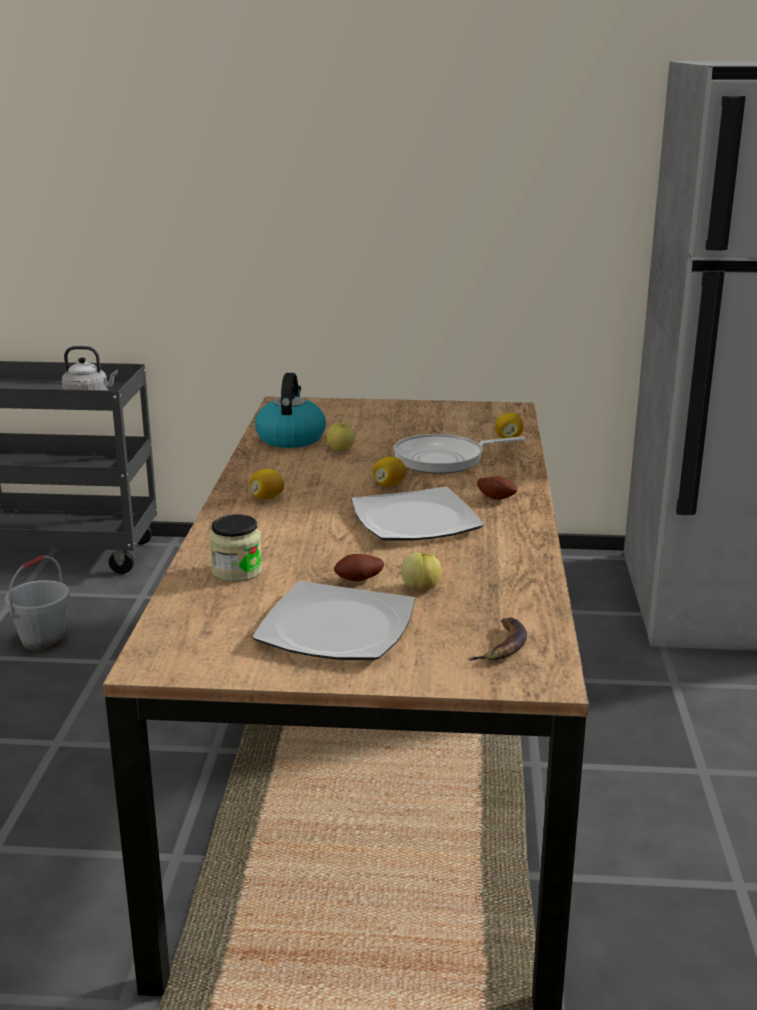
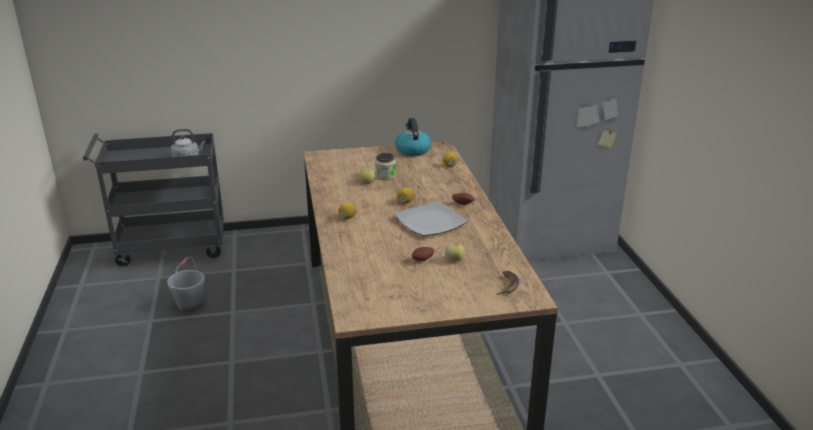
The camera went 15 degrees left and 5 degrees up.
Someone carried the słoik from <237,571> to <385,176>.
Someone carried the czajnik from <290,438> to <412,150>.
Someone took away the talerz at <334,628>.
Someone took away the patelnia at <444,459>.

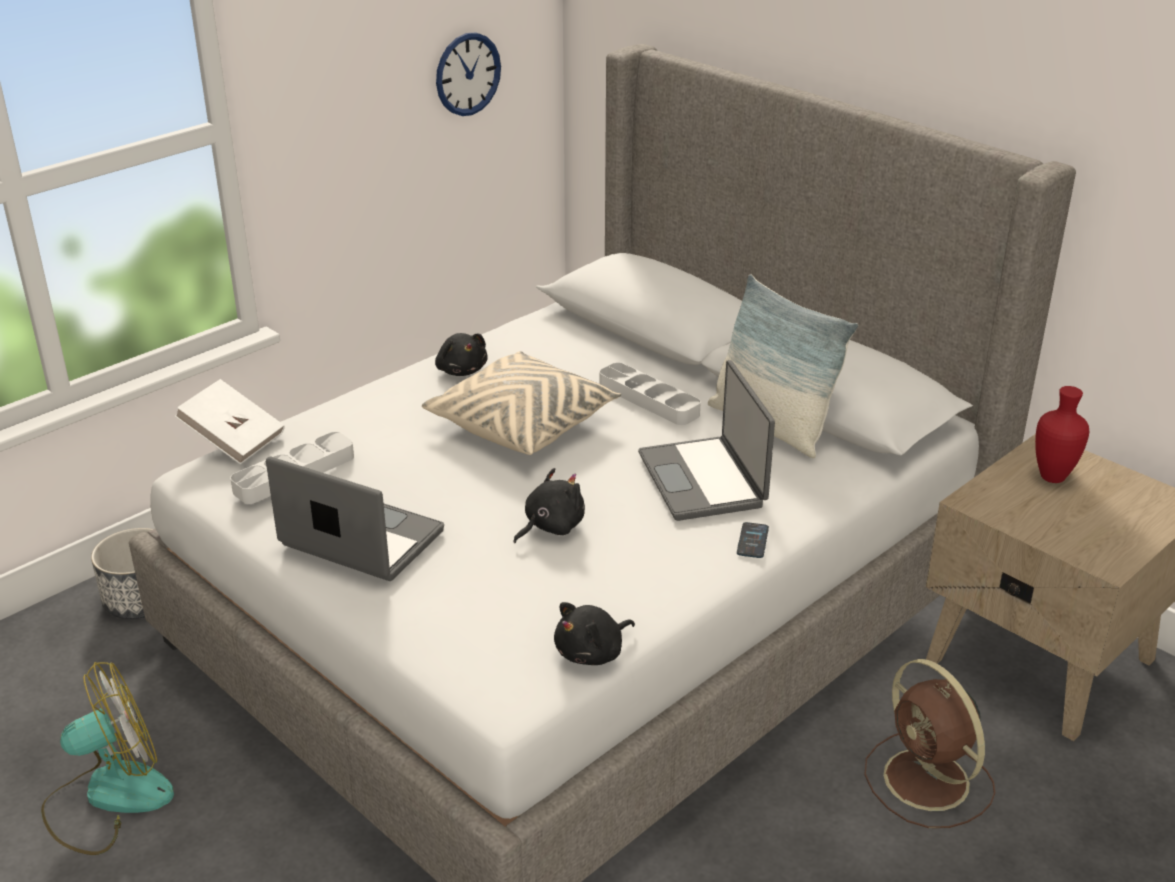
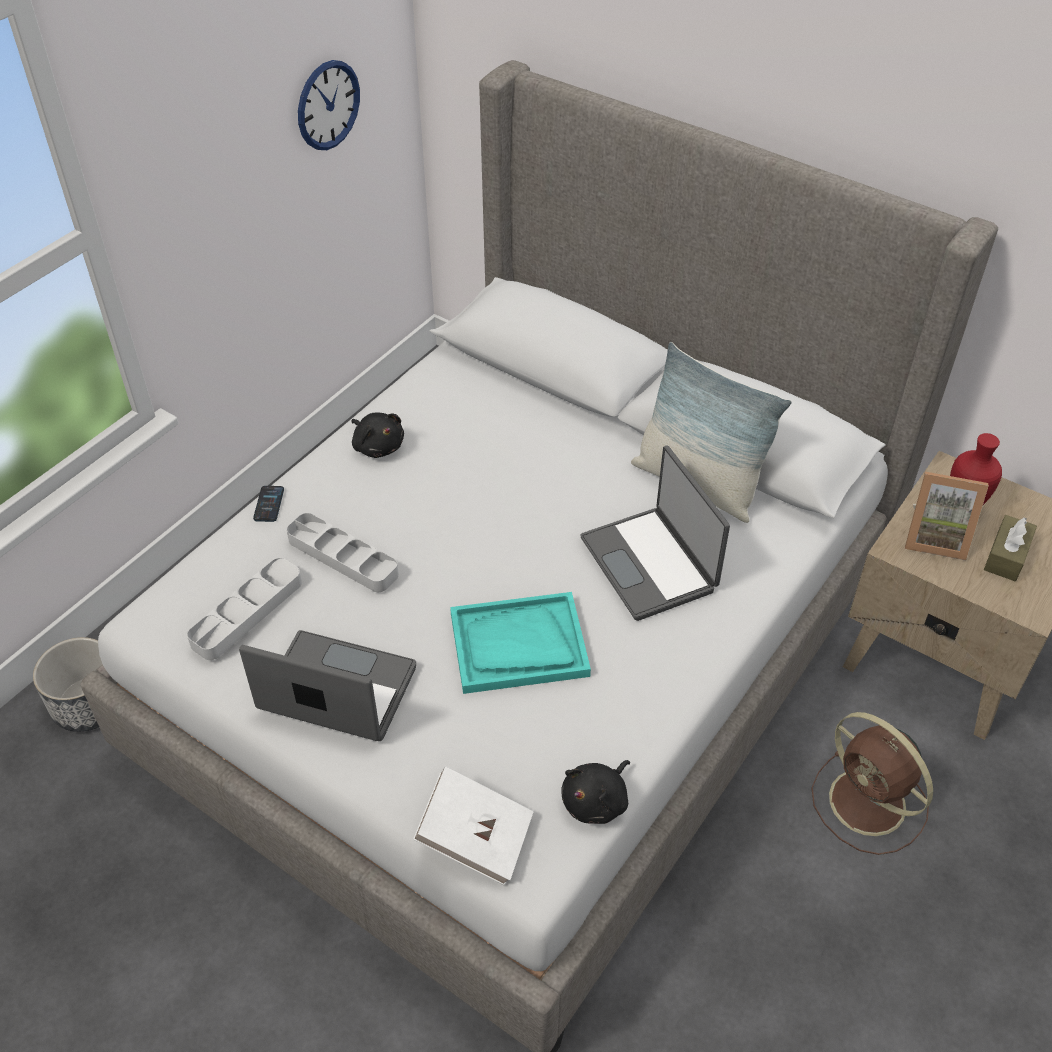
The camera went 10 degrees left and 15 degrees up.
Someone carried the telefon from <752,541> to <269,504>.
Someone carried the taca (szary) from <648,399> to <343,557>.
Someone carried the książka (biały) from <234,440> to <475,838>.
Someone swapped the pluszak (czarny) at <551,527> for the taca (turkusowy) at <518,645>.
Someone put down the ramka na zdjęcie at <935,538>.
Someone put down the pudełko chusteczek (brązowy) at <1006,556>.
Someone took away the wentylator at <108,797>.
Someone took away the poduszka (beżowy) at <523,423>.

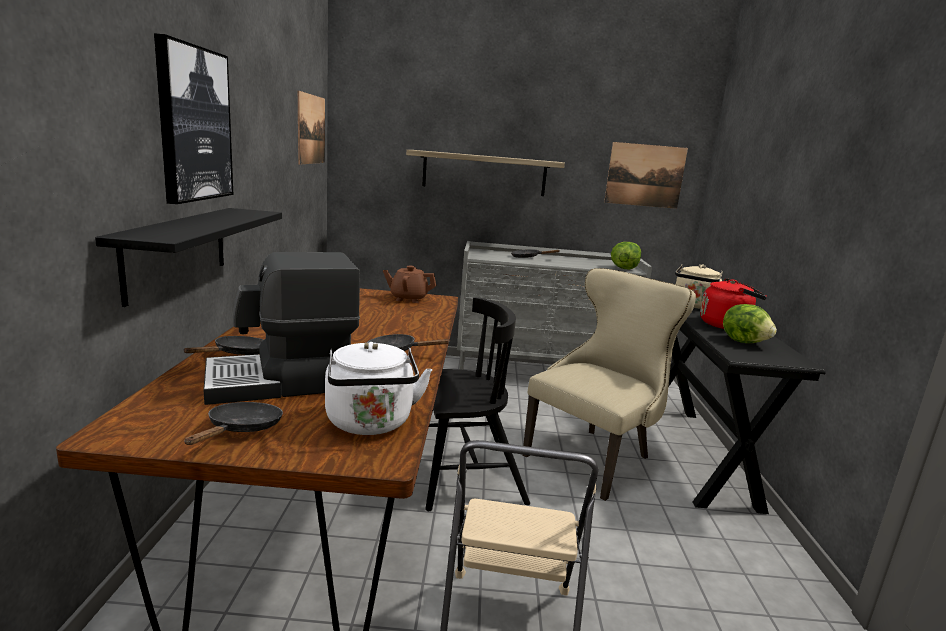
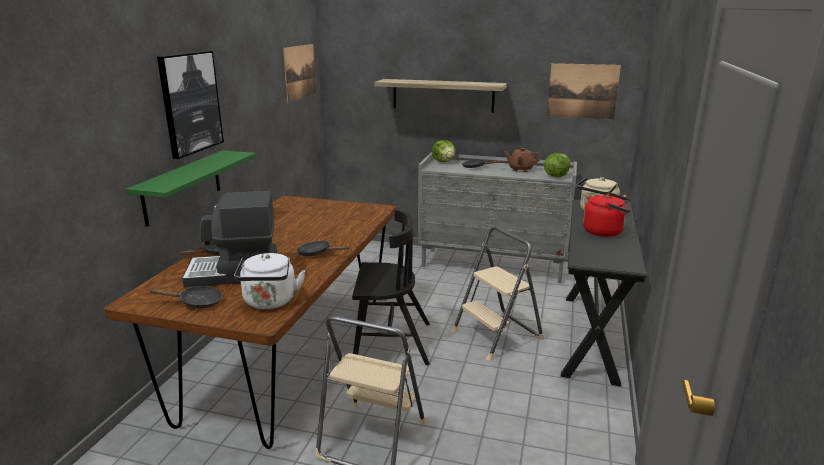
The camera went 15 degrees right and 5 degrees up.
Someone repainted the półka (czarny) at <177,251>, which became the półka (zielony) at <182,187>.
Someone rotated the patelnia (czarny) at <241,429> by 60 degrees clockwise.
Someone carried the sałata from <744,342> to <444,161>.
Someone swapped the krzesło (beżowy) at <594,457> for the drabinka (beżowy) at <500,334>.
Someone carried the imbryk (brązowy) from <408,299> to <520,169>.

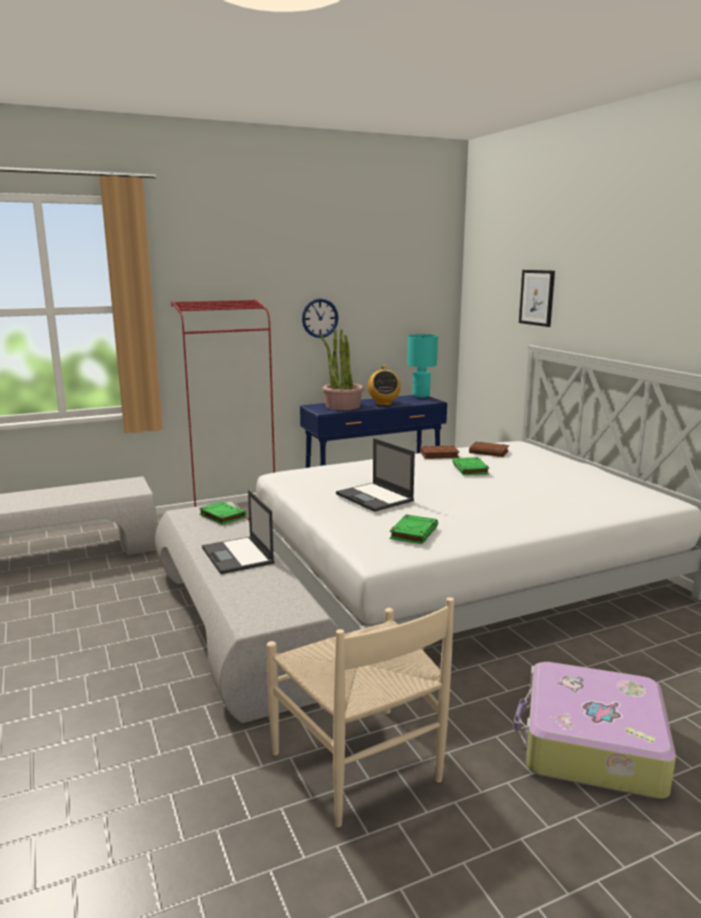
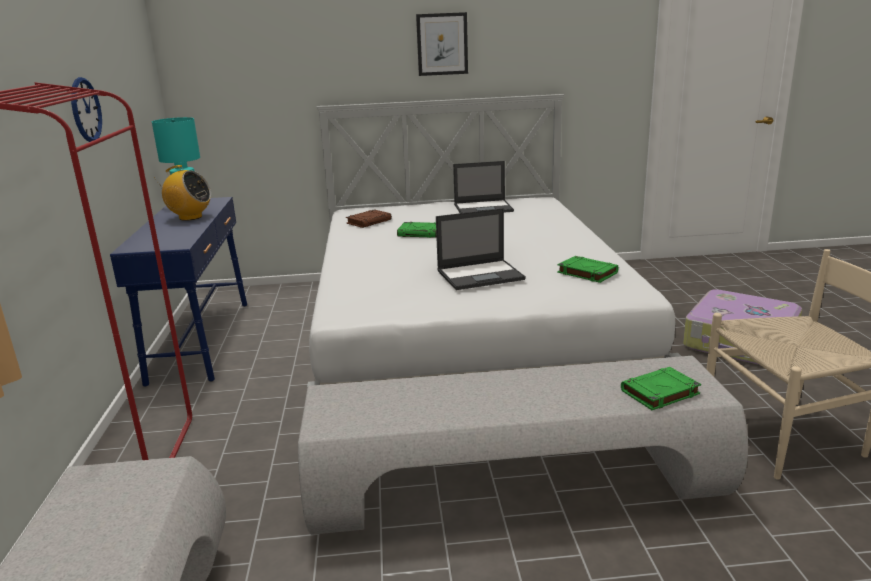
The camera went 70 degrees left and 5 degrees up.
Someone carried the obraz from <537,297> to <442,44>.
Someone carried the laptop from <238,556> to <484,208>.
Someone carried the książka (zielony) from <222,516> to <659,393>.
Someone took away the roślina doniczkowa at <342,406>.
Someone took away the książka (brązowy) at <438,455>.

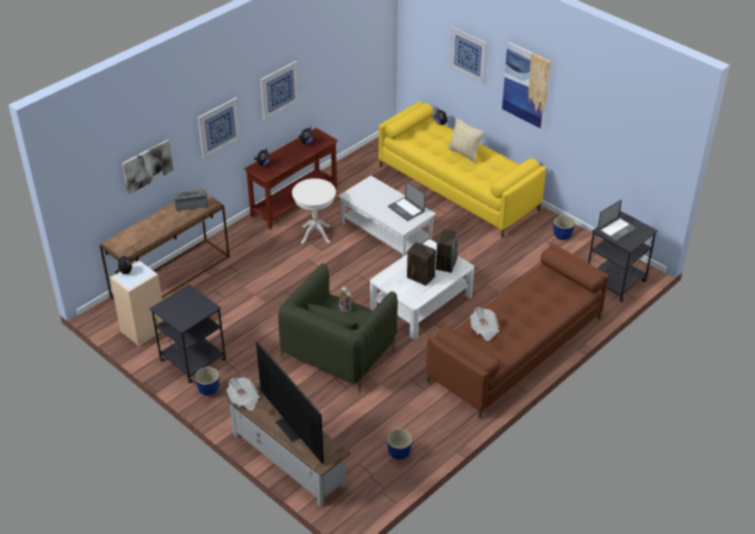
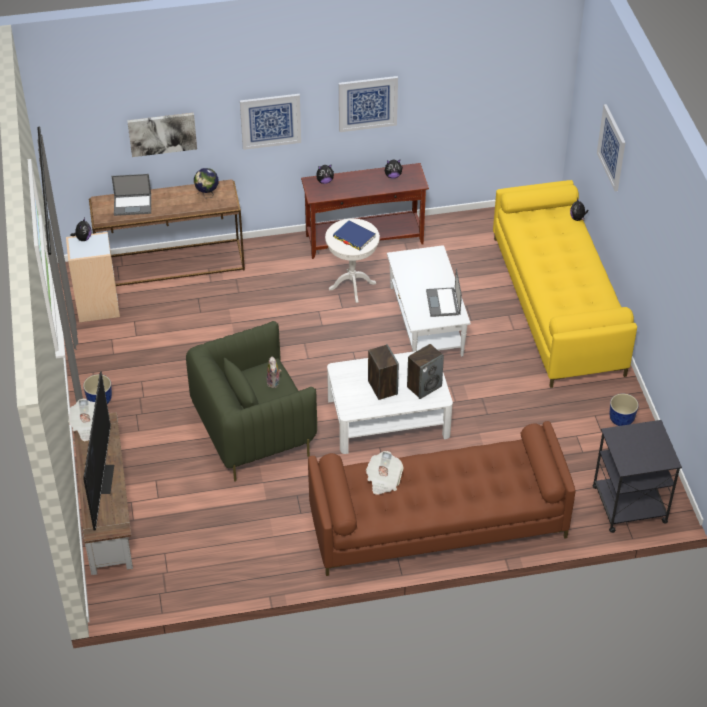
The camera went 35 degrees right and 5 degrees up.
Someone carried the laptop from <617,229> to <133,205>.
Someone swapped the radio at <191,205> for the globus at <207,195>.
Someone put down the książka (niebieski) at <354,237>.
Someone took away the wózek (czarny) at <192,359>.
Someone took away the donica at <398,453>.
Someone took away the poduszka (beżowy) at <464,154>.
Someone took away the obraz at <526,85>.

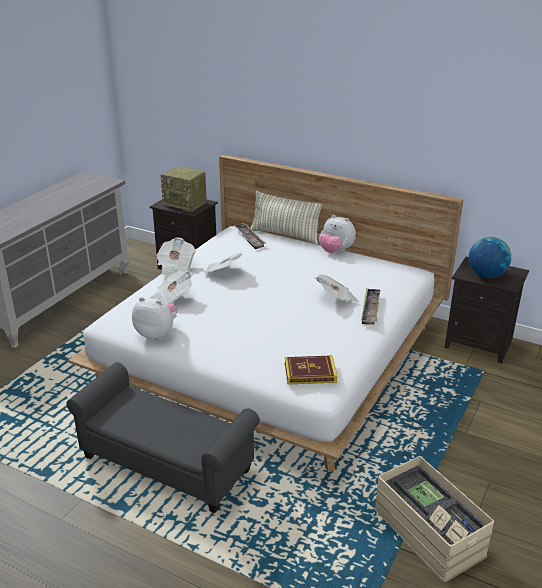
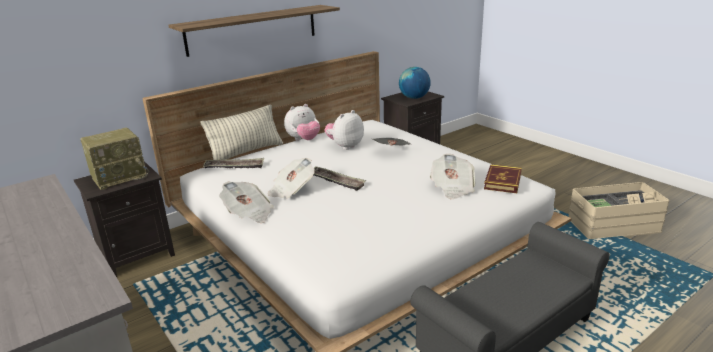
The camera went 65 degrees left and 5 degrees down.
Someone put up the półka at <253,29>.
Someone carried the taca from <370,309> to <336,181>.
Someone carried the pluszak from <157,334> to <345,146>.
Someone carried the gazeta from <171,299> to <452,188>.

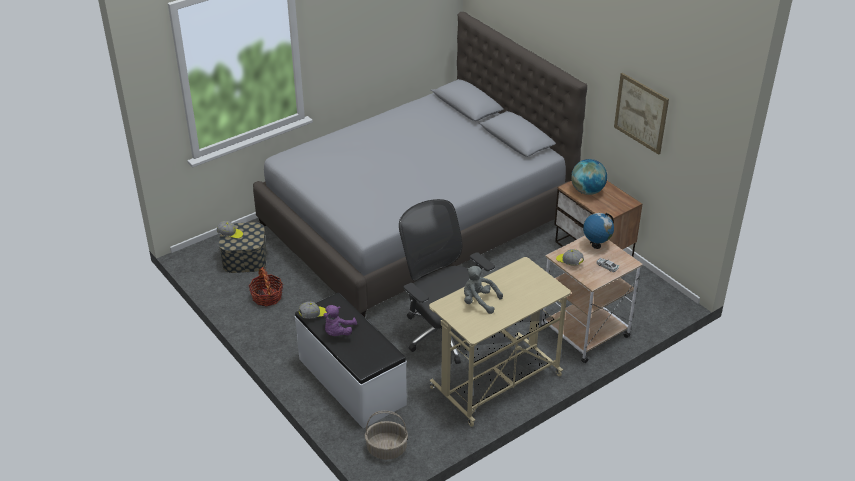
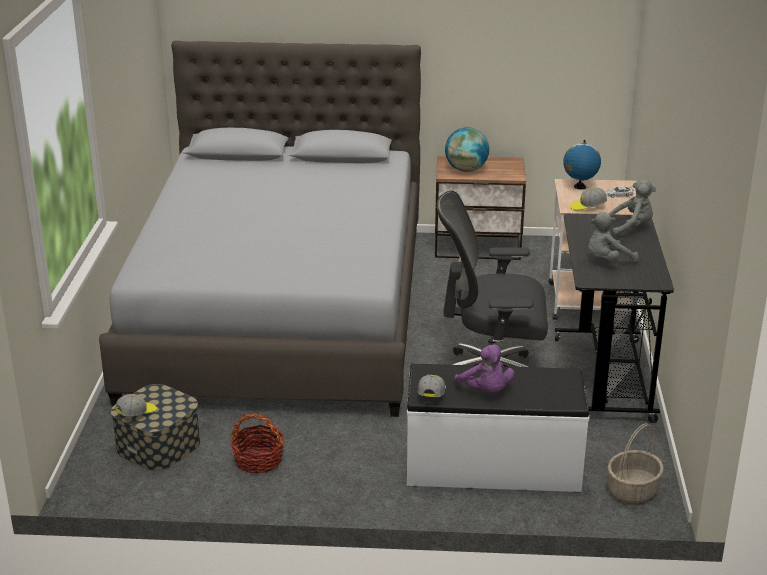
The camera went 50 degrees left and 10 degrees down.
Someone repainted the biurko (beżowy) at <496,382>, which became the biurko (czarny) at <603,379>.
Someone put down the pluszak (szary) at <630,228>.
Someone took away the obraz at <641,113>.

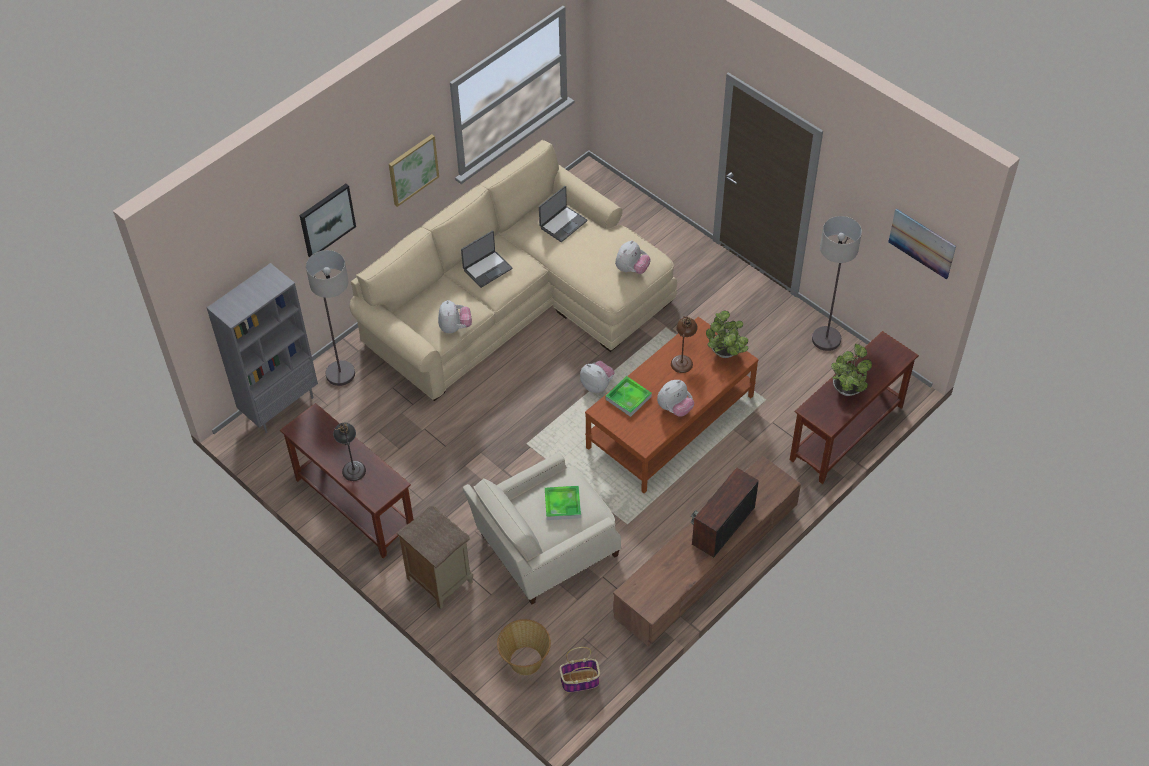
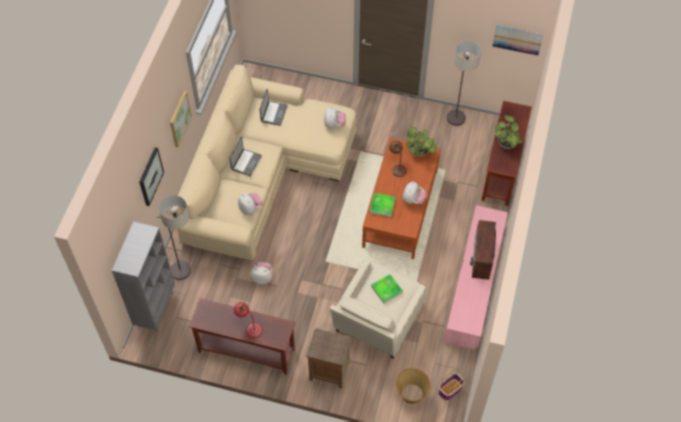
The camera went 30 degrees left and 5 degrees up.
Someone repainted the lampa stołowa (szary) at <351,463>, which became the lampa stołowa (czerwony) at <249,326>.
Someone carried the pluszak from <597,385> to <262,277>.
Someone repainted the szafka pod telewizor (brązowy) at <707,563>, which became the szafka pod telewizor (różowy) at <475,284>.

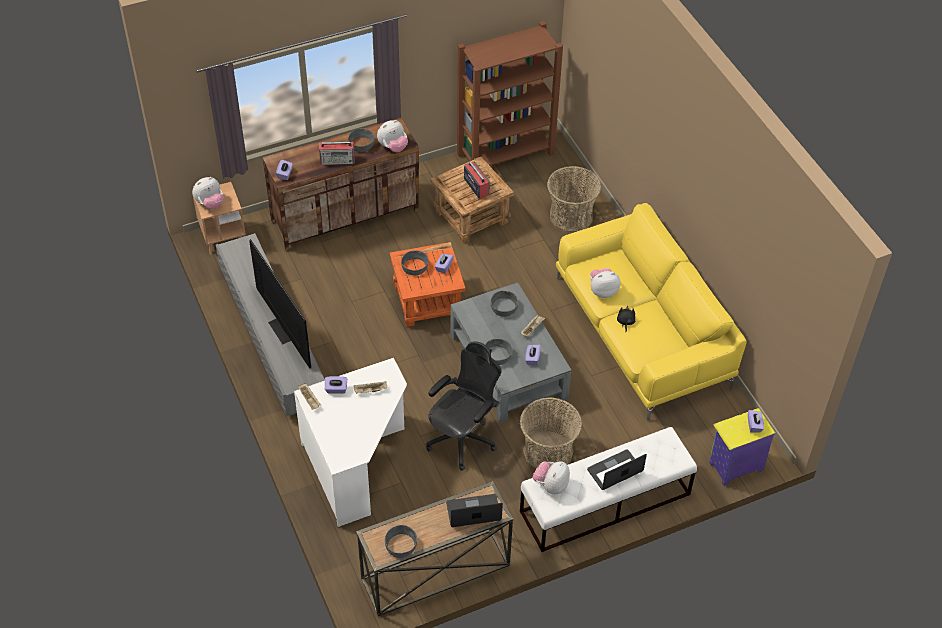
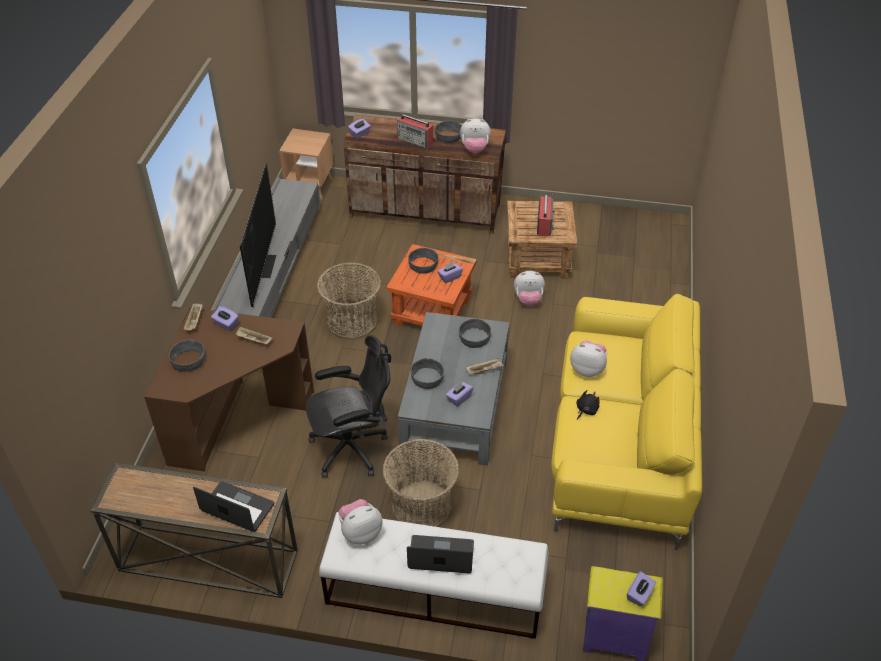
The camera went 35 degrees right and 5 degrees down.
Someone repainted the biurko (biały) at <357,465>, which became the biurko (brązowy) at <236,420>.
Someone carried the miska (szary) from <401,545> to <189,360>.
Someone carried the koszyk from <571,216> to <352,322>.
Someone carried the pluszak from <210,203> to <528,300>.
Someone took away the regał (brązowy) at <505,154>.

